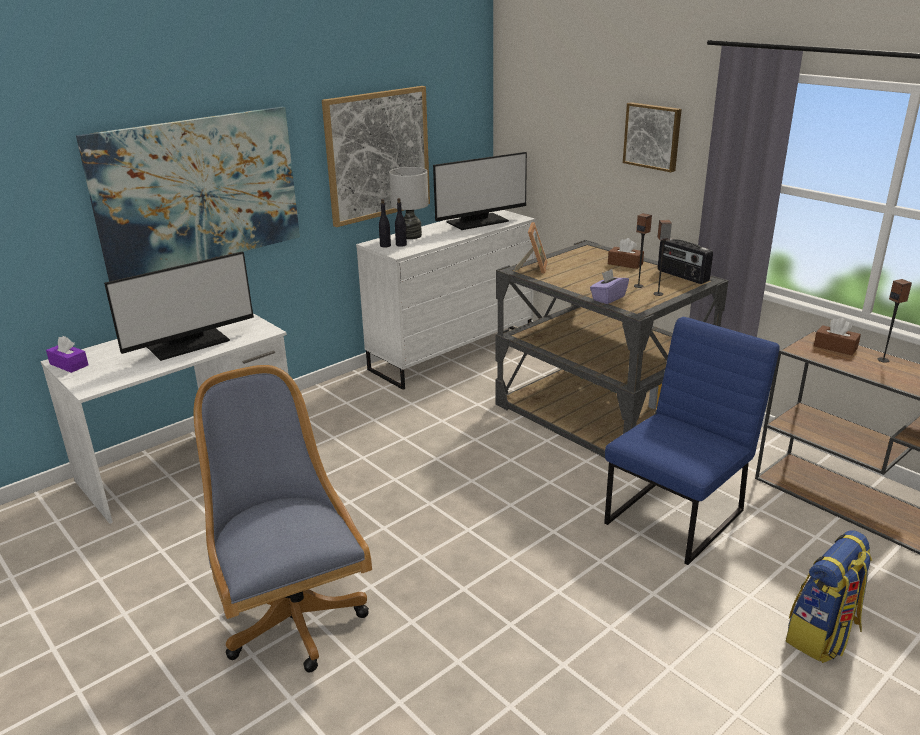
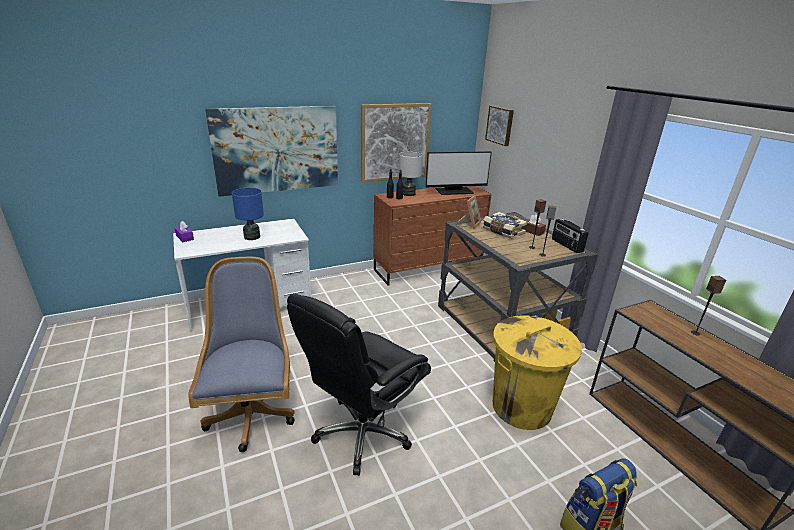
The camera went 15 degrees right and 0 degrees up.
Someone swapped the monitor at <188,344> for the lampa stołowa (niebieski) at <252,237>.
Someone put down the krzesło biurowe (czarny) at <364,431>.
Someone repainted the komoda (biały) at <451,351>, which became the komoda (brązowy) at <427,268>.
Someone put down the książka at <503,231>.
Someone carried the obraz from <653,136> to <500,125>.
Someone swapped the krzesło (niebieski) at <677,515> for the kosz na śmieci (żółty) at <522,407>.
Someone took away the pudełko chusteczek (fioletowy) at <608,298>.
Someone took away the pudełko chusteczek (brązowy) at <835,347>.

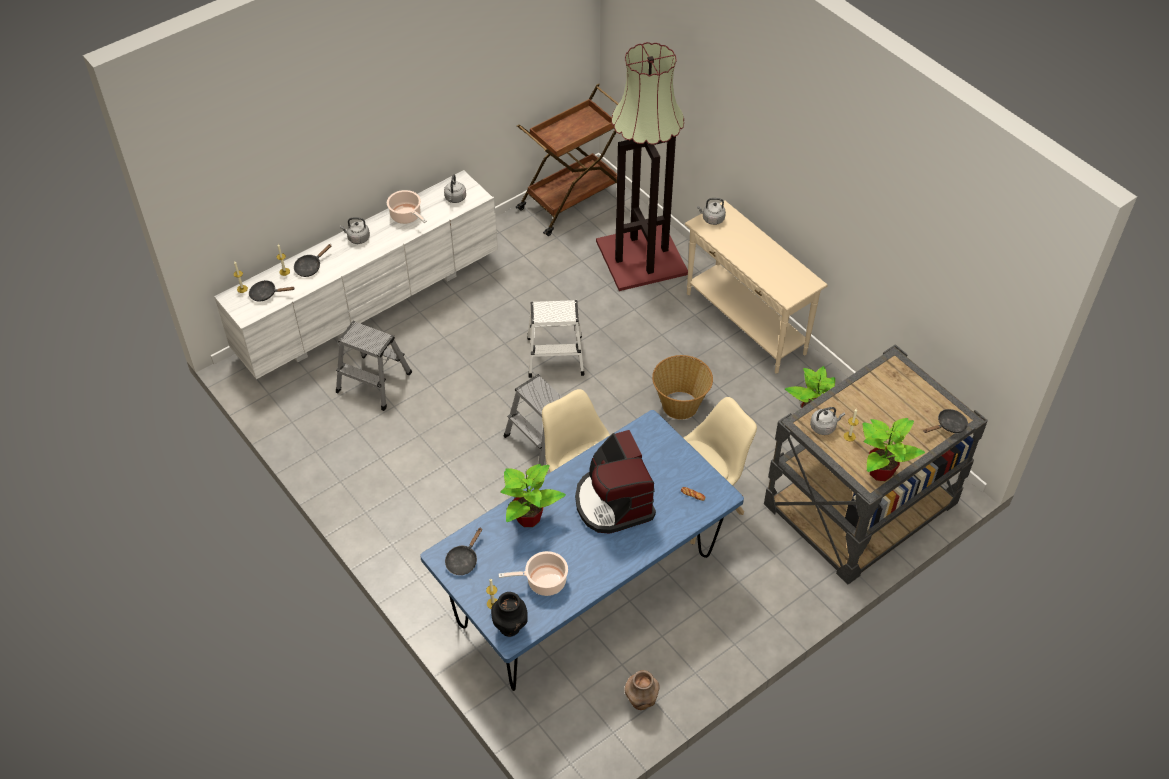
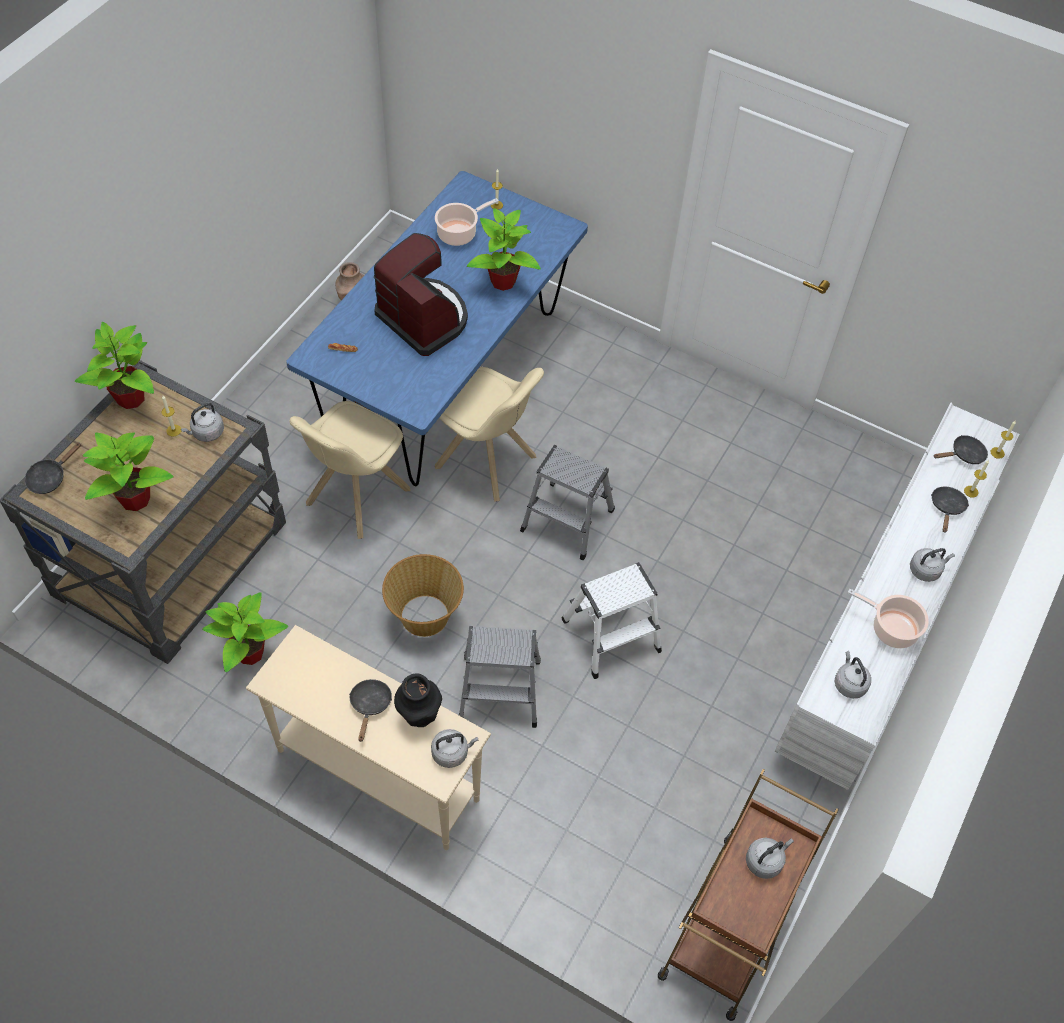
The camera went 155 degrees right and 5 degrees up.
Someone put down the roślina doniczkowa at <136,498>.
Someone carried the patelnia (czarny) from <463,560> to <370,705>.
Someone carried the wazon (czarny) from <510,628> to <419,716>.
Someone carried the drabinka (szary) from <374,382> to <499,689>.
Someone put down the czajnik (szary) at <765,861>.
Someone took away the lampa stojąca at <642,256>.

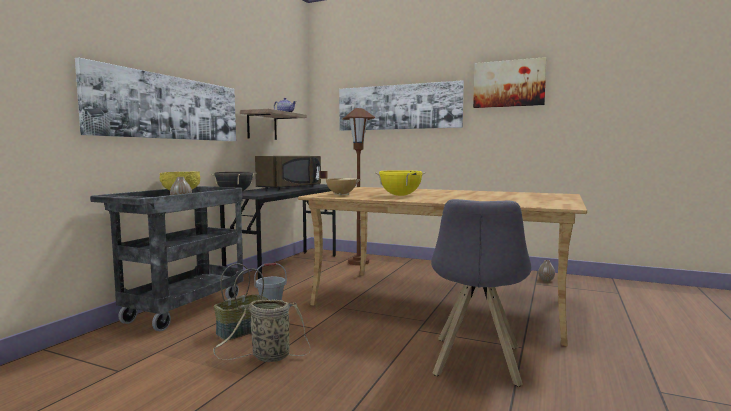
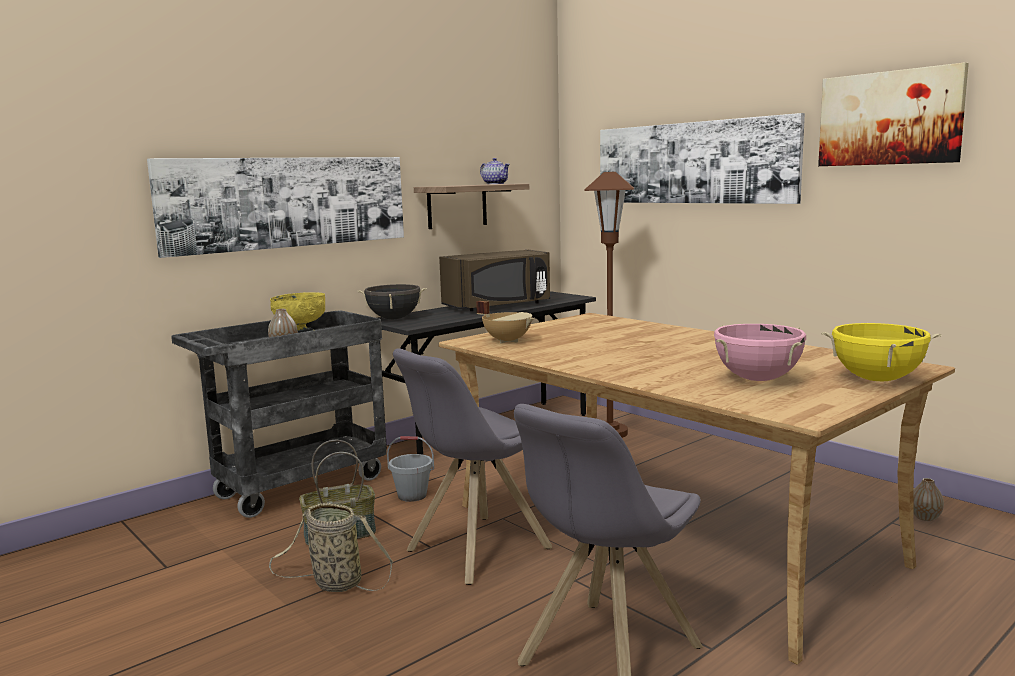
The camera went 25 degrees right and 5 degrees up.
Someone put down the krzesło (szary) at <477,549>.
Someone put down the garnek (różowy) at <757,379>.
Someone carried the garnek (żółty) from <400,195> to <877,379>.

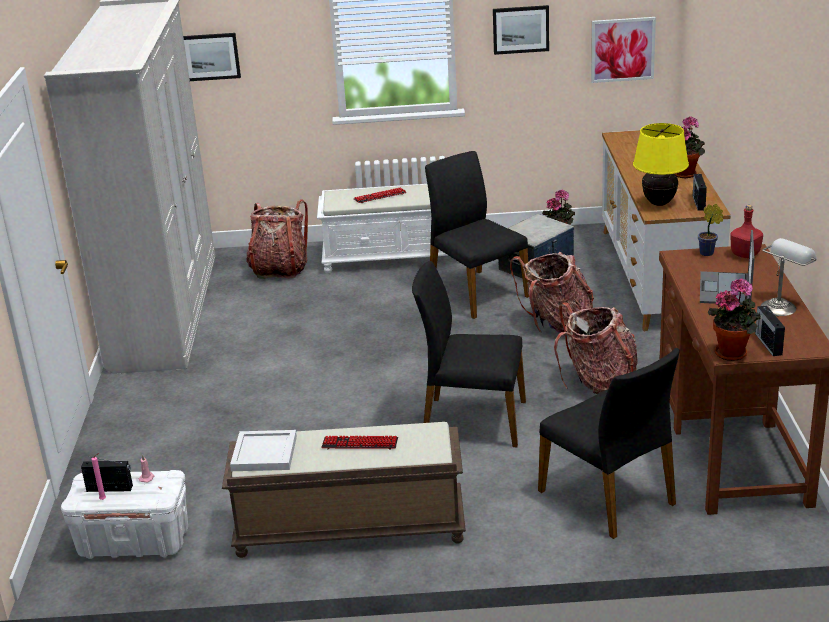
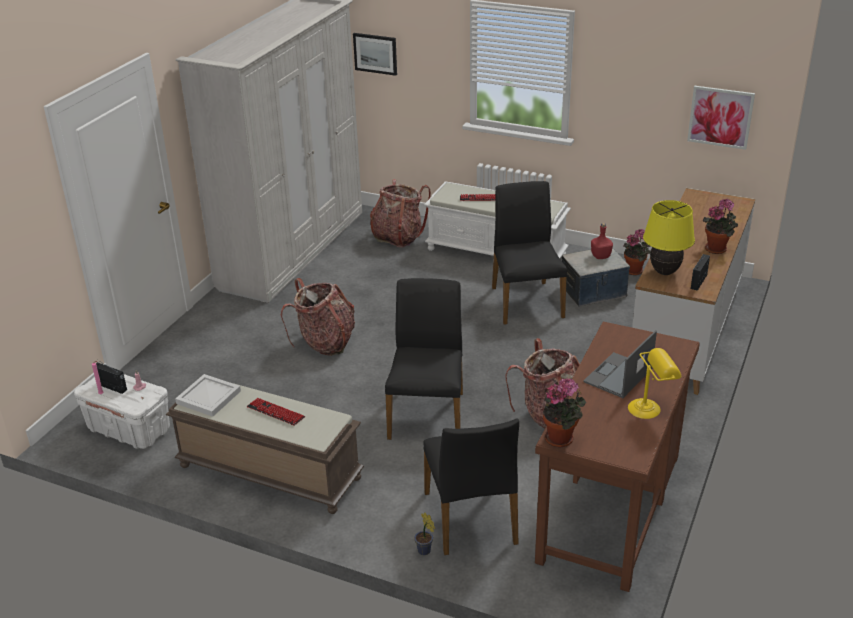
The camera went 25 degrees right and 5 degrees up.
Someone carried the plecak from <556,324> to <325,343>.
Someone rotated the krzesło (czarny) at <473,421> by 60 degrees clockwise.
Someone carried the roślina doniczkowa from <708,253> to <425,552>.
Someone carried the butelka (czerwony) from <745,255> to <600,256>.
Someone repainted the lampa stołowa (biały) at <782,304>, which became the lampa stołowa (żółty) at <650,407>.
Someone took away the obraz at <520,29>.
Someone took away the radio at <768,343>.

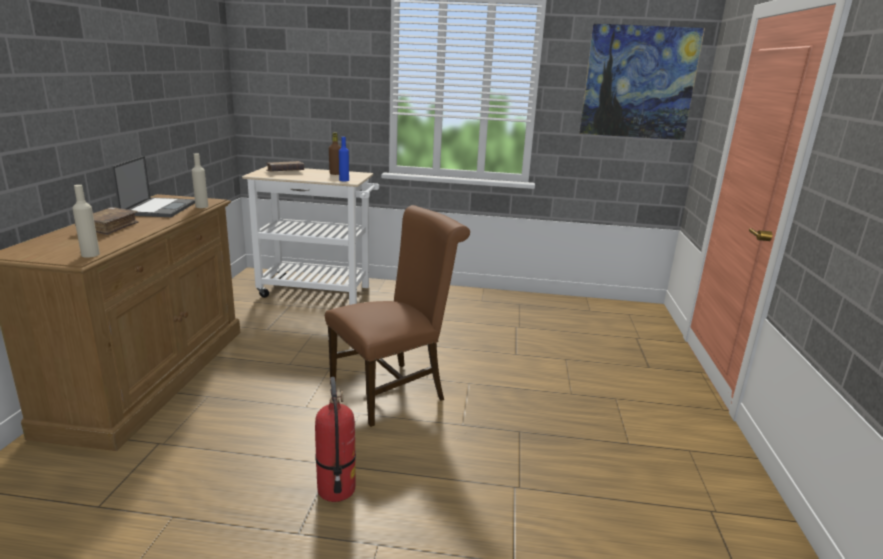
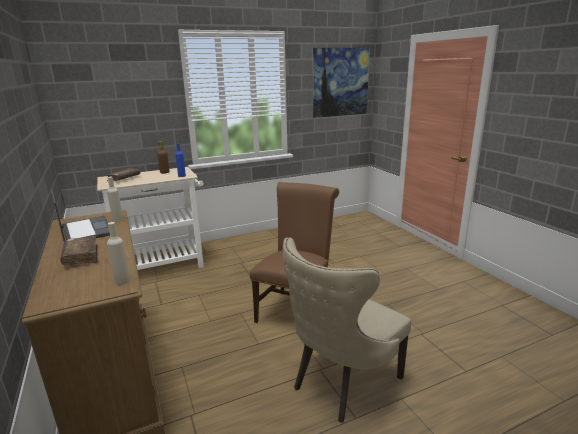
The camera went 30 degrees left and 0 degrees up.
Someone swapped the gaśnica at <336,489> for the krzesło (beżowy) at <342,382>.

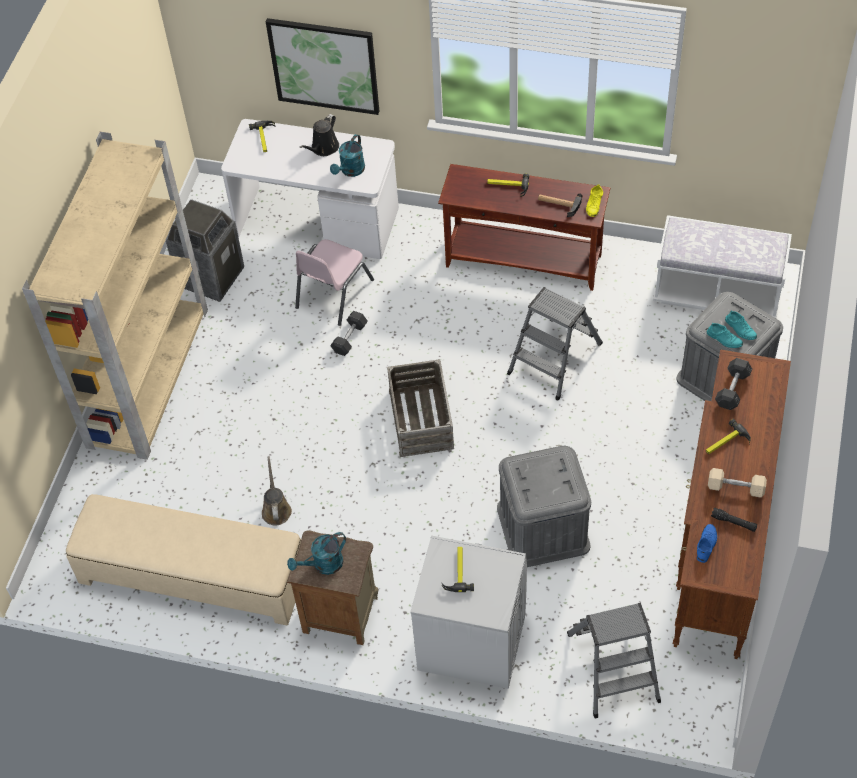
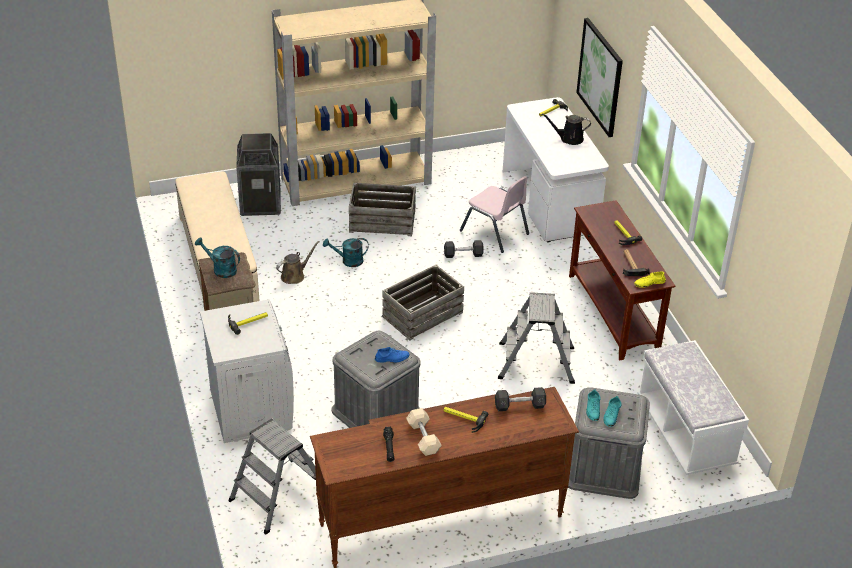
The camera went 55 degrees right and 15 degrees down.
Someone carried the kosz na śmieci from <211,277> to <261,203>.
Someone carried the konewka (turkusowy) from <350,171> to <348,261>.
Someone put down the skrzynka at <382,222>.
Someone carried the but (niebieski) from <706,544> to <392,358>.
Someone rotated the krzesło (różowy) at <333,294> by 135 degrees counterclockwise.

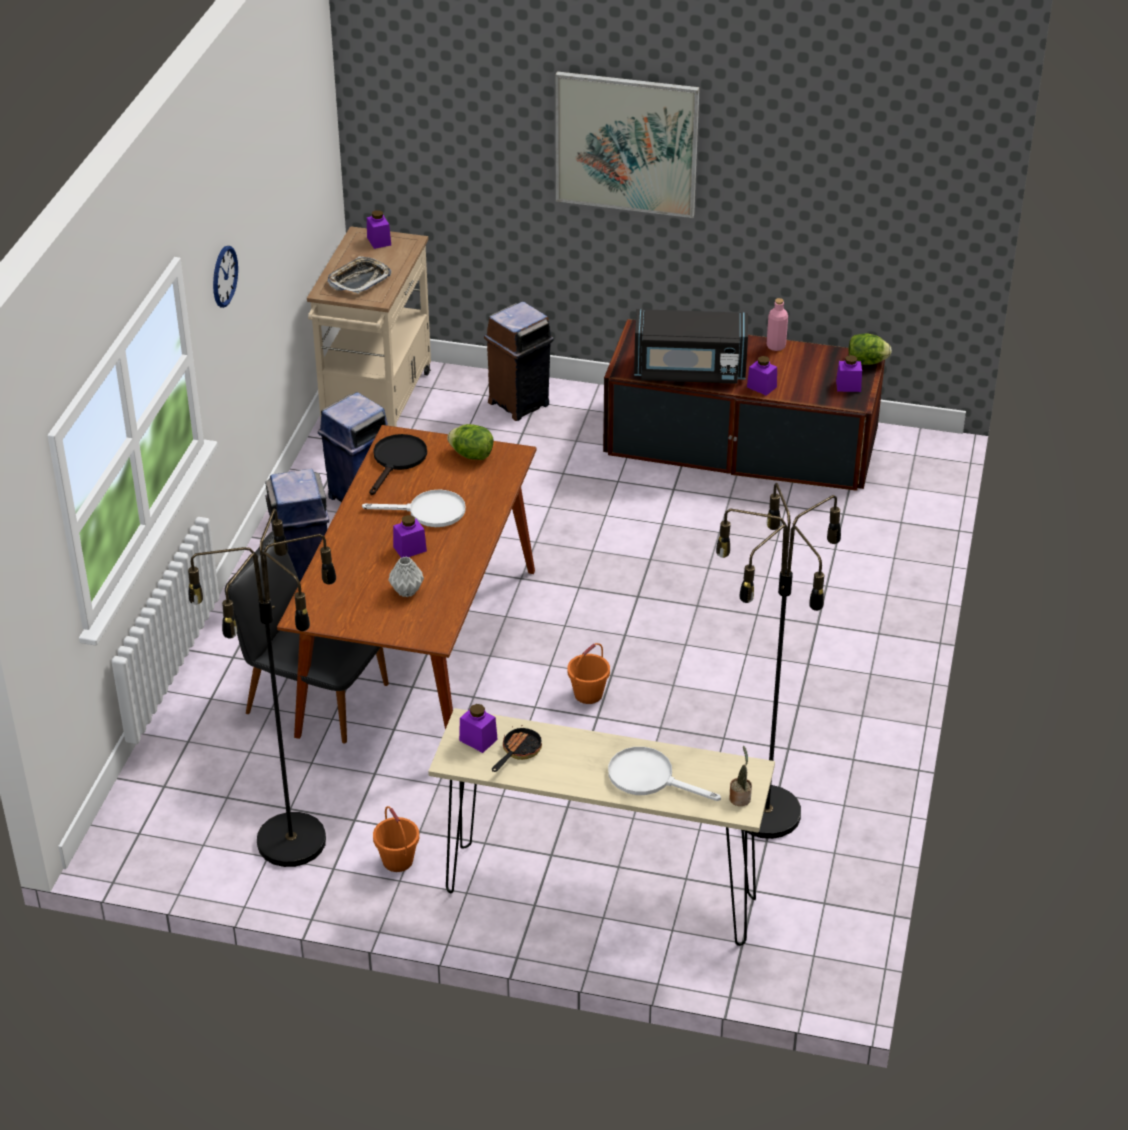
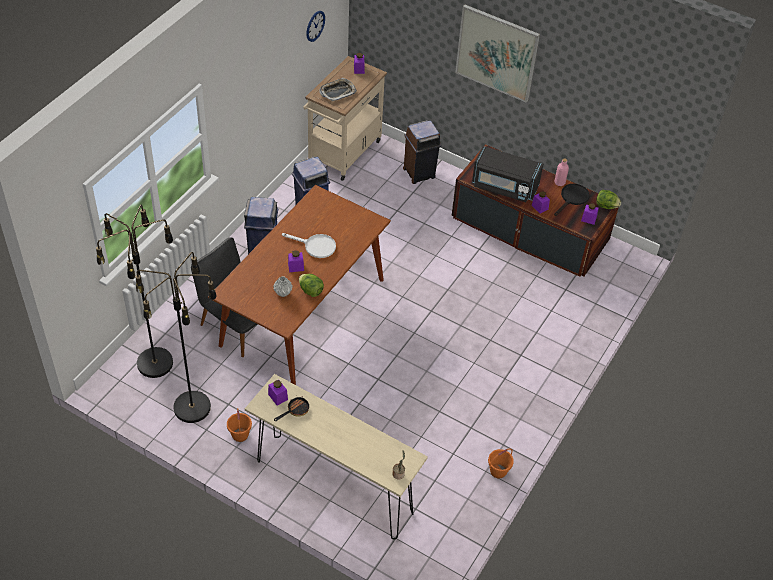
The camera went 15 degrees right and 10 degrees up.
Someone carried the lampa stojąca from <765,813> to <154,363>.
Someone carried the sałata from <471,455> to <311,291>.
Someone carried the zegar ścienny from <224,276> to <315,26>.
Someone carried the wiadro (pomarańczowy) from <588,694> to <498,471>.
Someone carried the patelnia (czarny) from <397,461> to <572,198>.
Someone took away the patelnia (biały) at <649,778>.

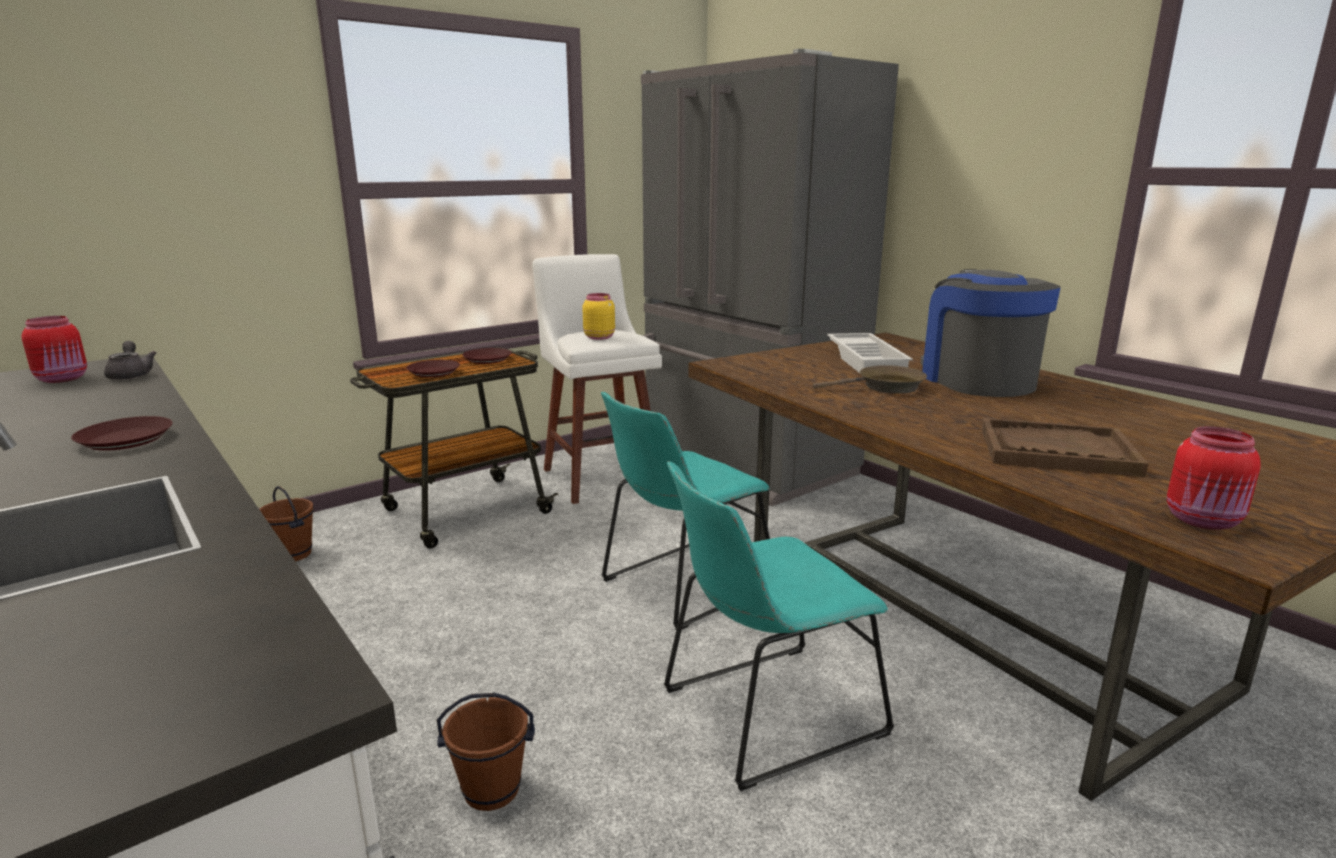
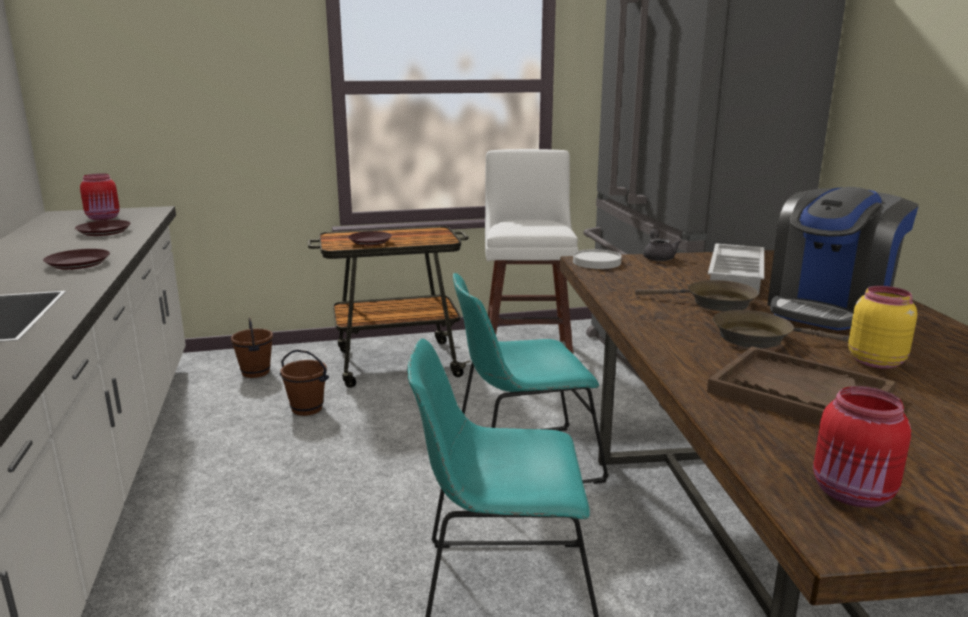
The camera went 25 degrees right and 0 degrees up.
Someone carried the talerz (brązowy) from <487,359> to <103,232>.
Someone carried the wiadro (brązowy) from <491,791> to <306,409>.
Someone put down the talerz (biały) at <596,262>.
Someone carried the imbryk (szary) from <131,375> to <658,257>.
Someone put down the patelnia (brązowy) at <758,338>.
Someone rotated the ekspres do kawy at <976,380> by 150 degrees counterclockwise.
Someone carried the słoik (żółty) from <599,337> to <874,361>.

